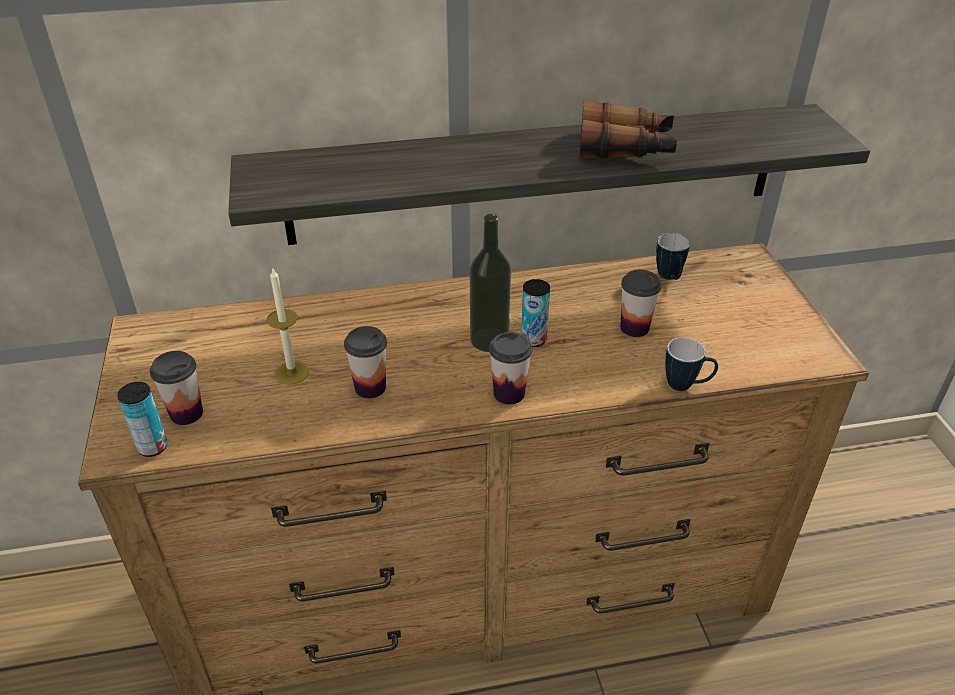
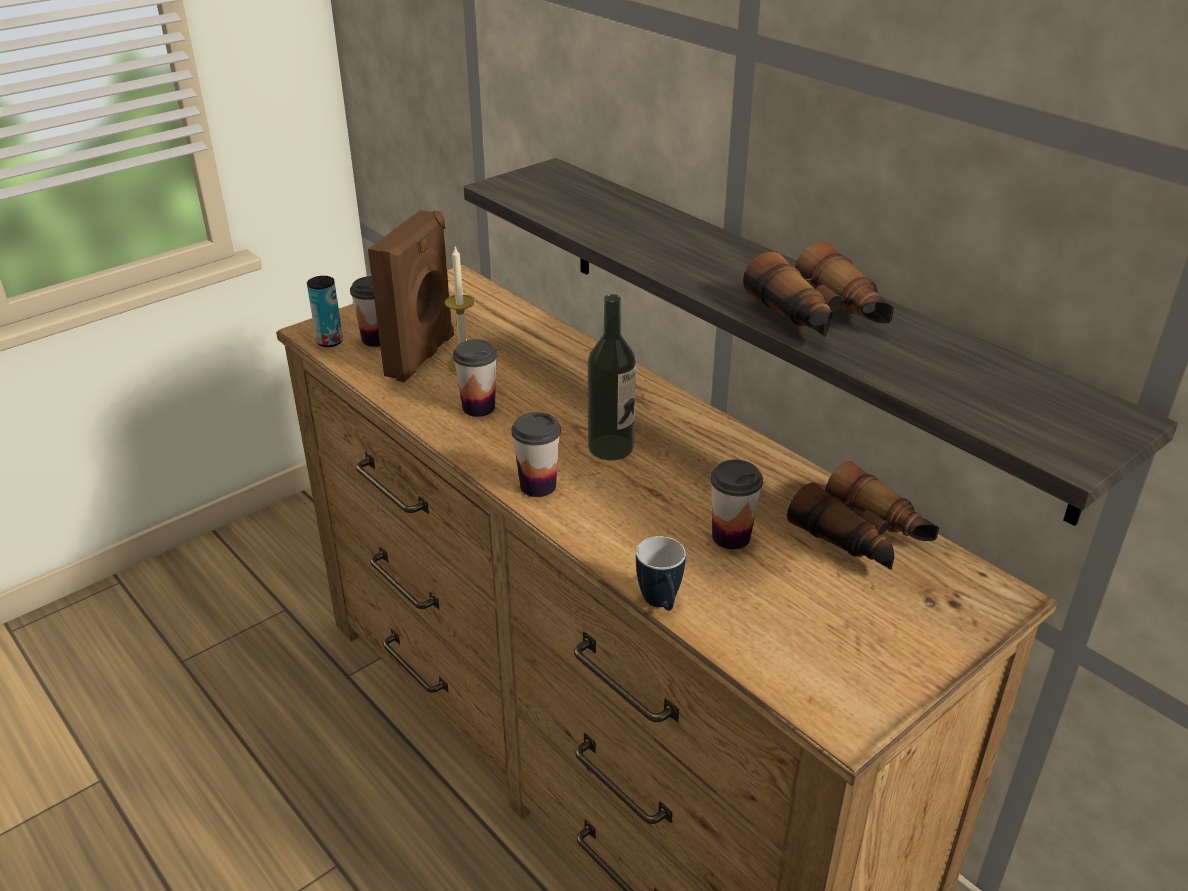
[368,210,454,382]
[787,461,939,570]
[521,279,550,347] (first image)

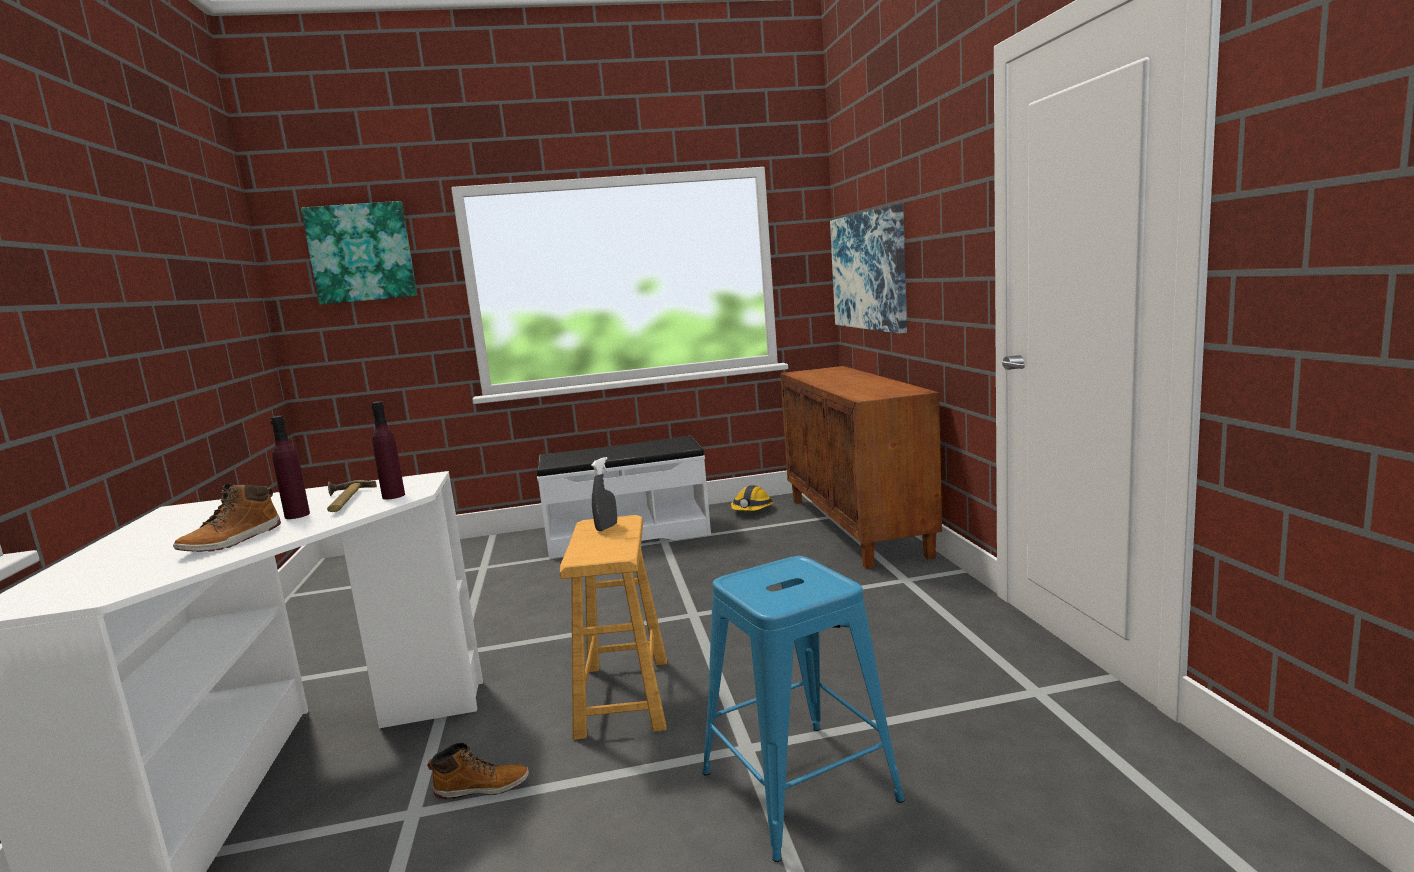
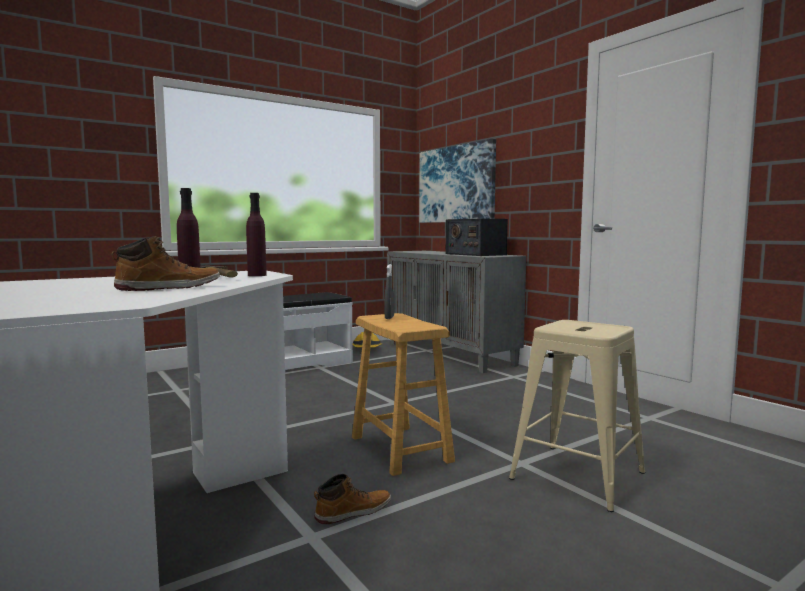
[112,236,220,291]
[387,251,526,373]
[446,219,508,256]
[509,320,645,512]
[301,201,417,304] (first image)

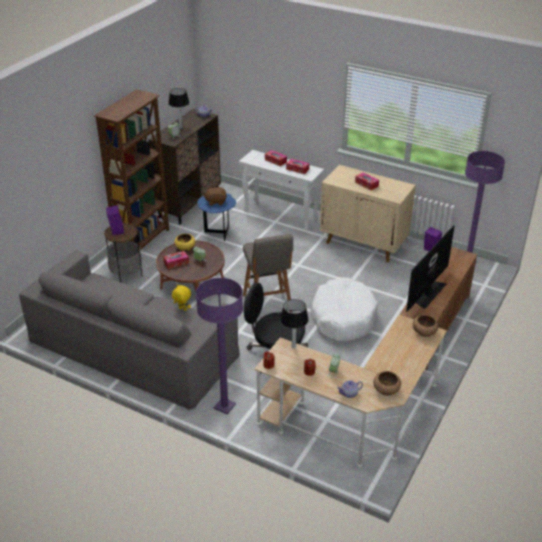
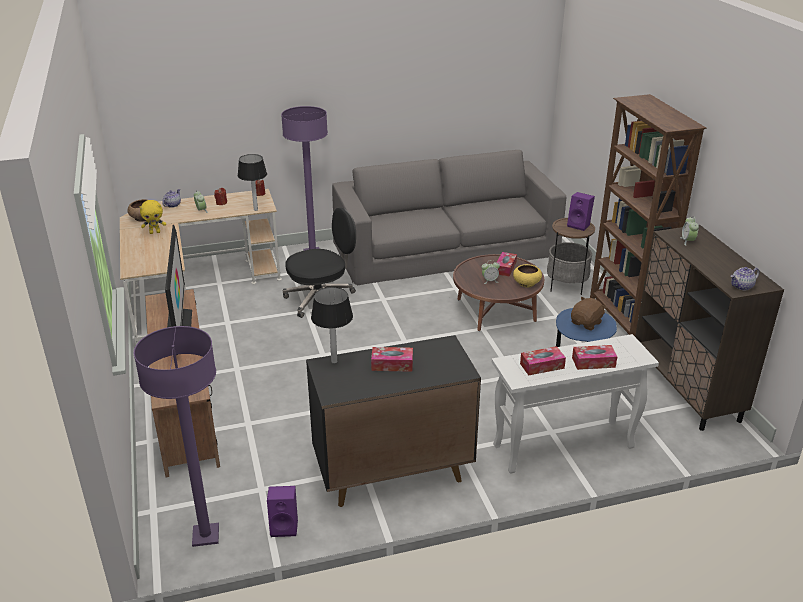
[140,200,166,234]
[306,335,481,507]
[311,287,353,364]
[243,234,293,312] (first image)
[311,277,378,342] (first image)
[413,315,438,337] (first image)

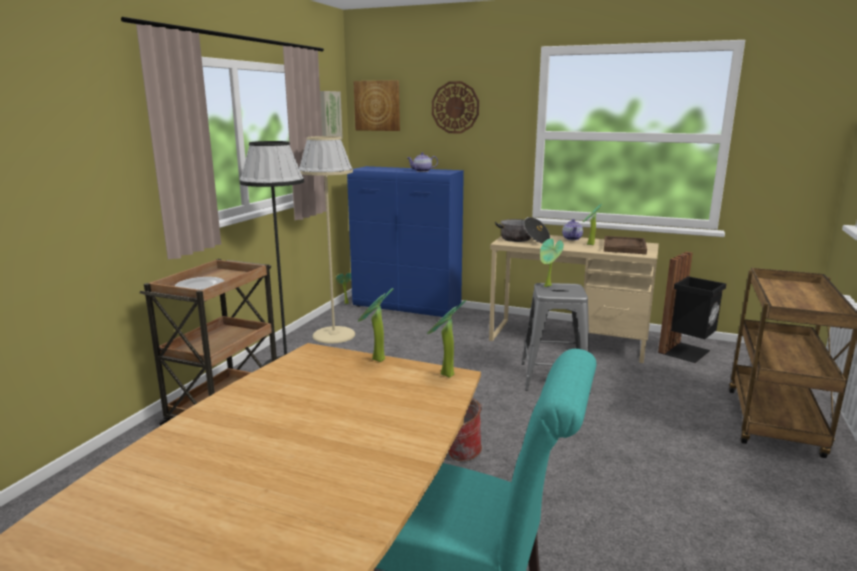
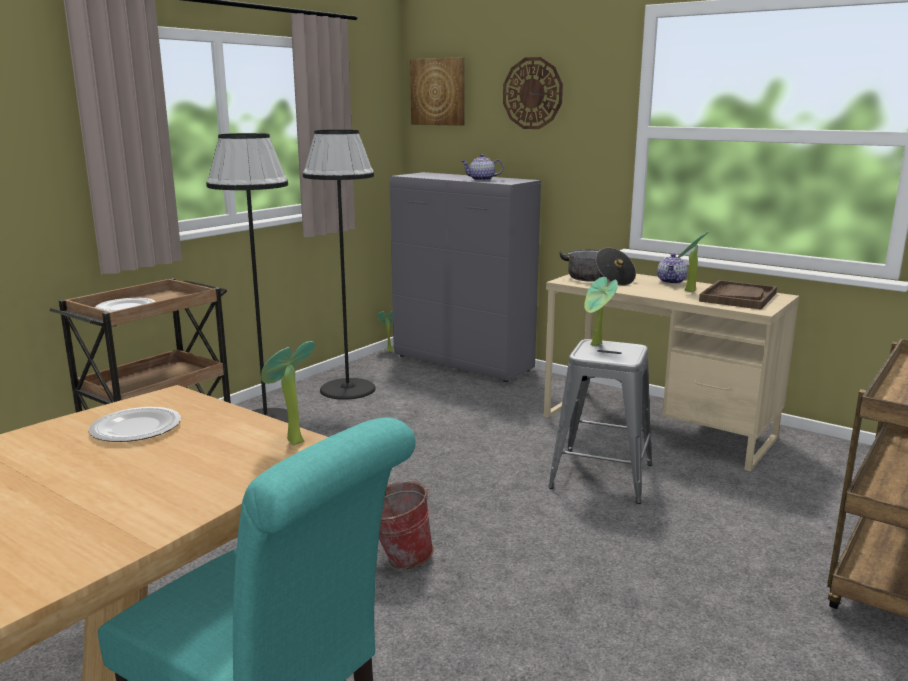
[88,407,181,442]
[303,130,376,400]
[390,172,541,382]
[320,91,343,139] (first image)
[358,288,393,362] (first image)
[658,252,726,363] (first image)

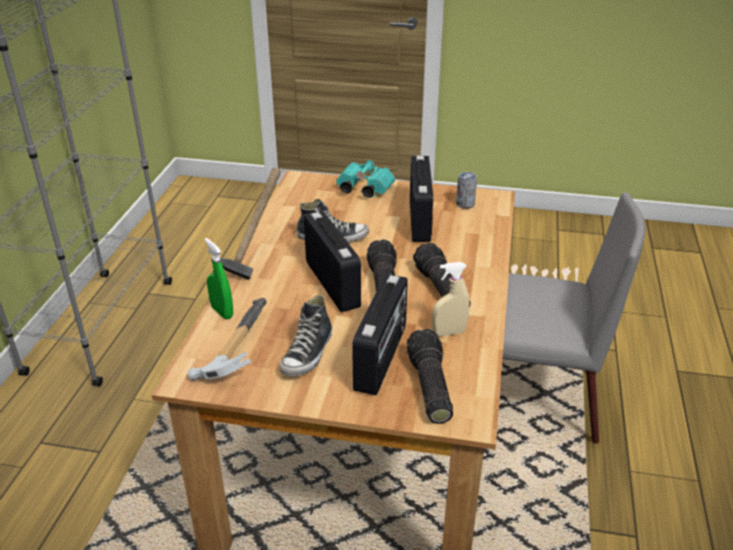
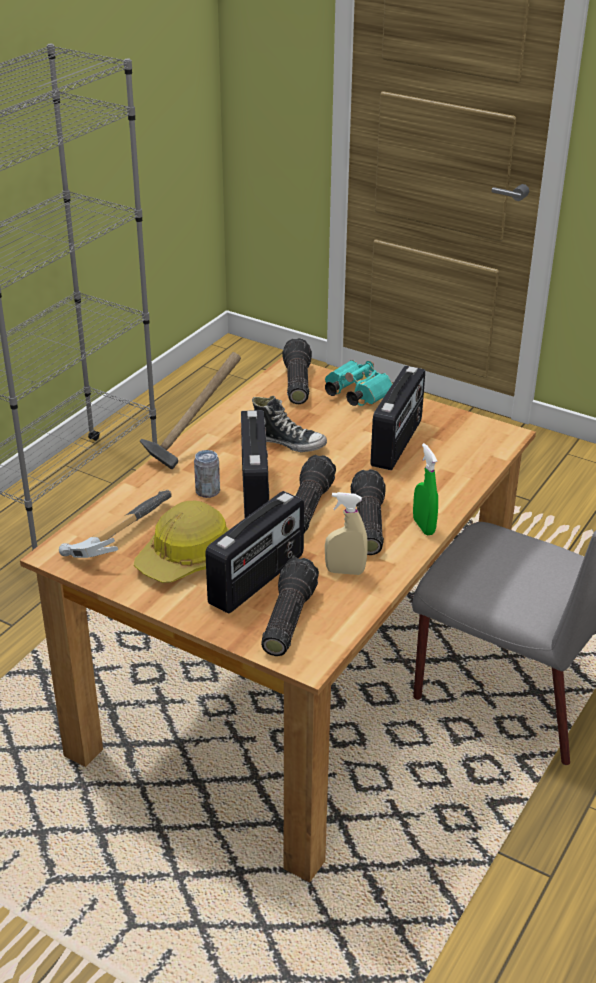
[134,501,229,583]
[194,450,220,498]
[282,338,312,404]
[413,443,438,535]

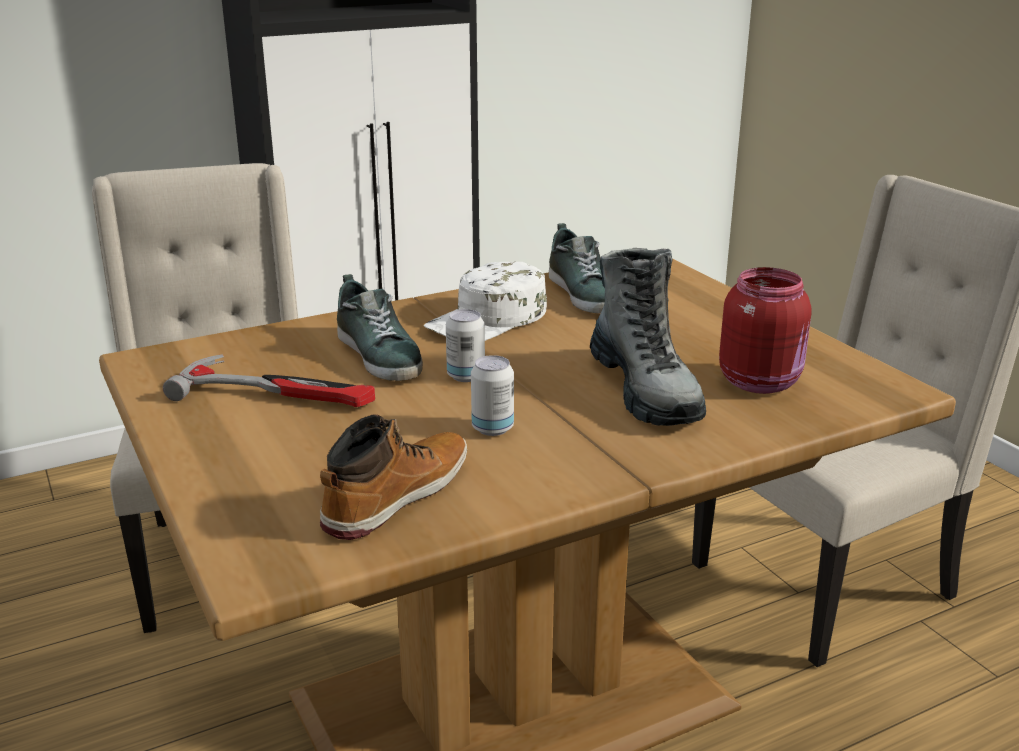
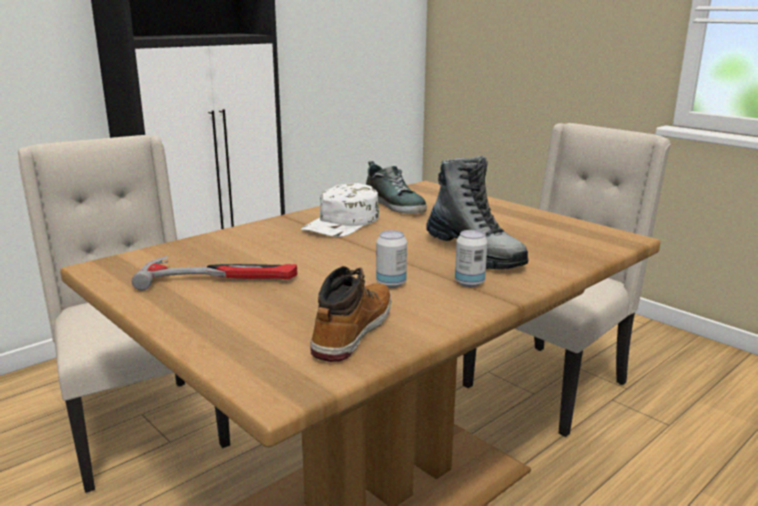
[455,230,487,287]
[337,274,423,381] (first image)
[719,267,812,394] (first image)

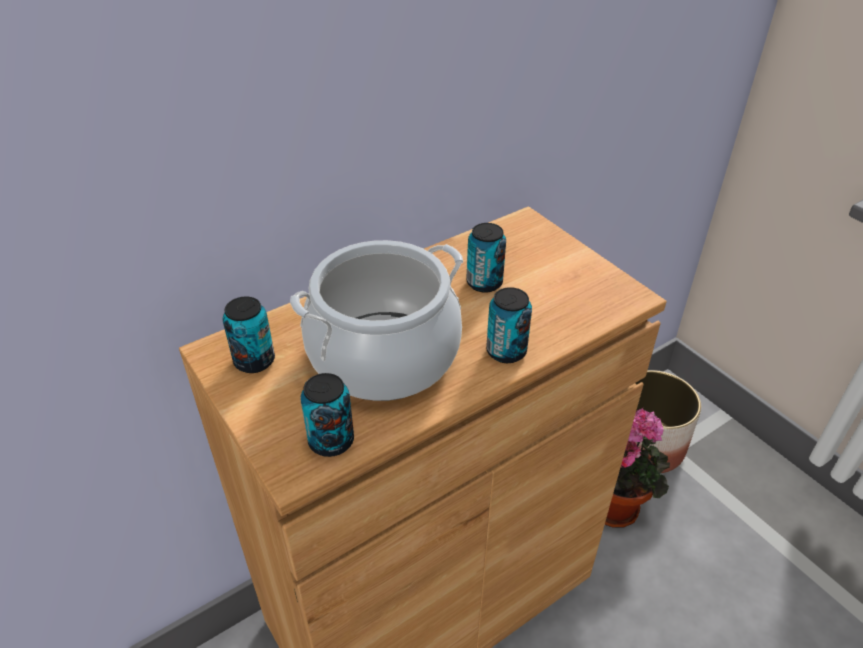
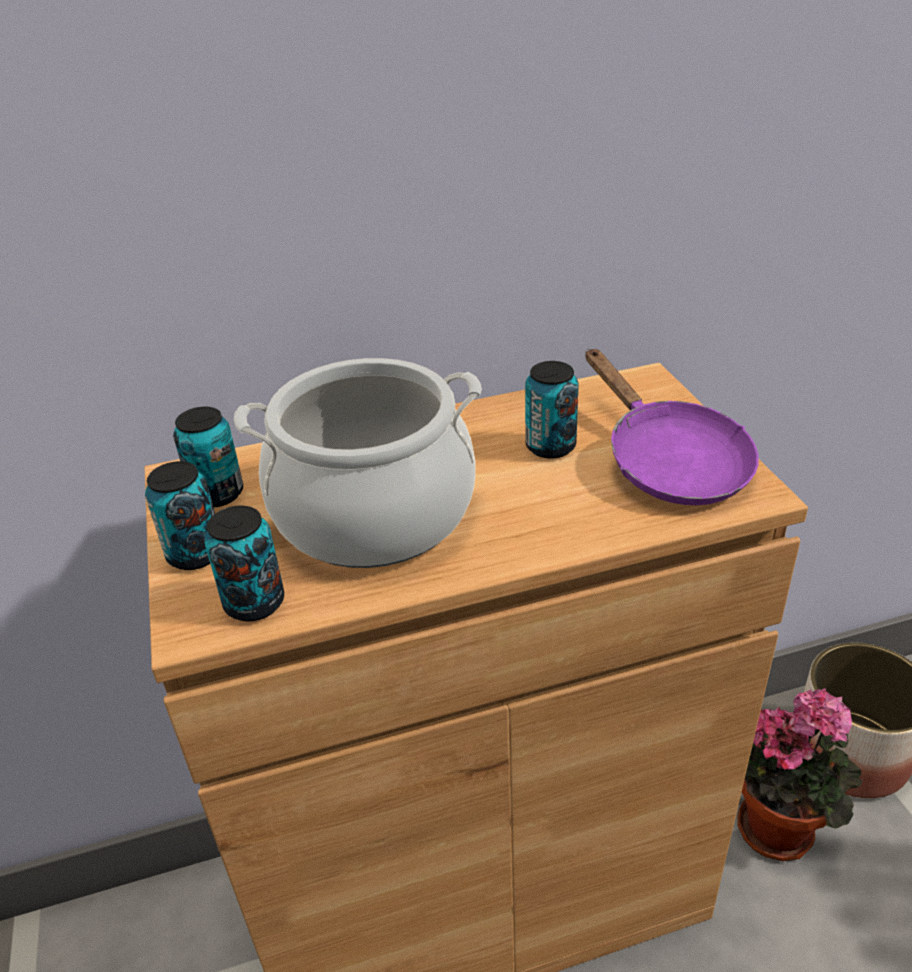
[145,461,215,570]
[585,348,759,505]

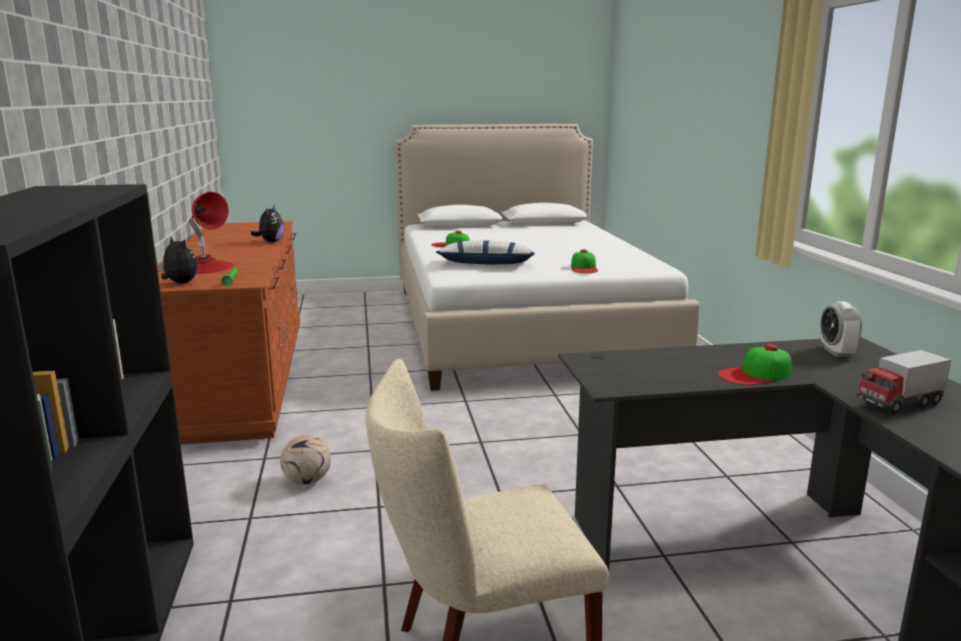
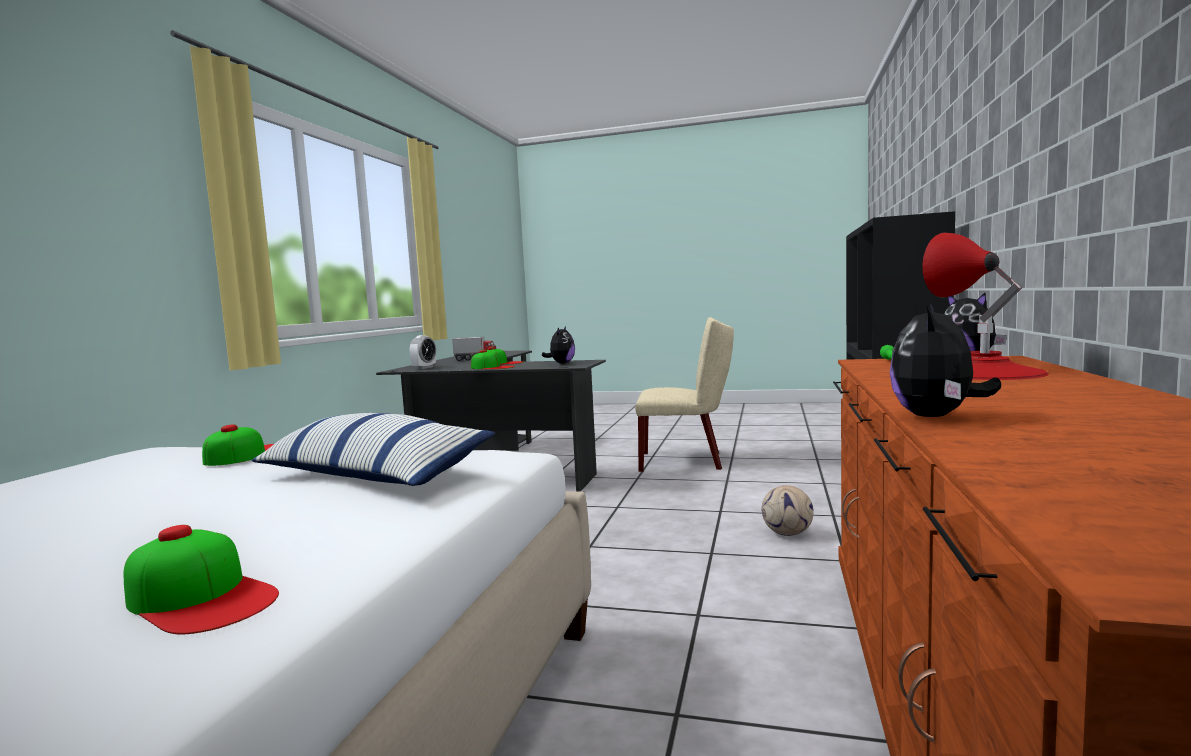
[471,350,515,369]
[542,326,575,364]

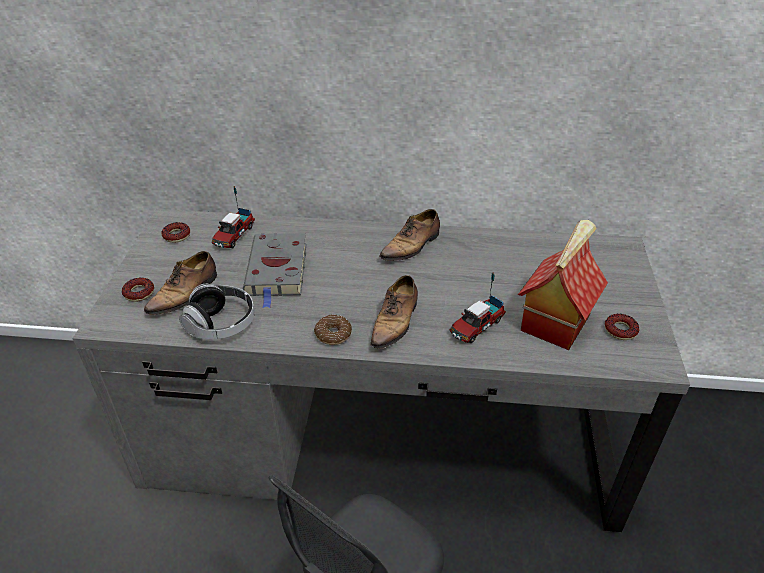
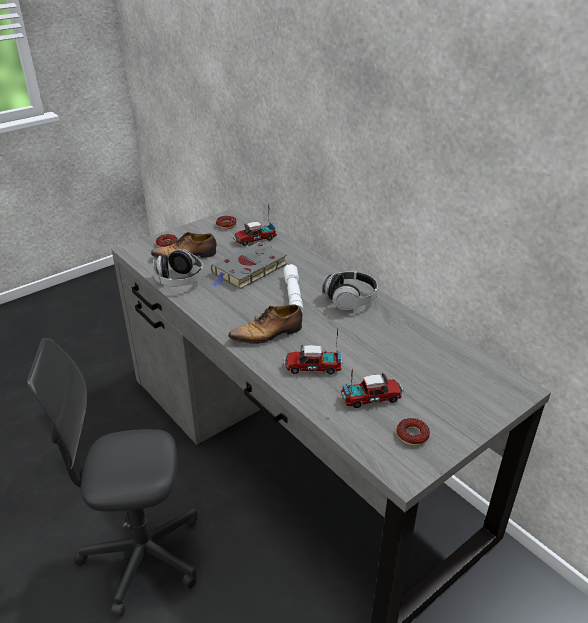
[283,264,303,313]
[322,271,378,311]
[341,369,404,408]
[314,314,352,345] (first image)

